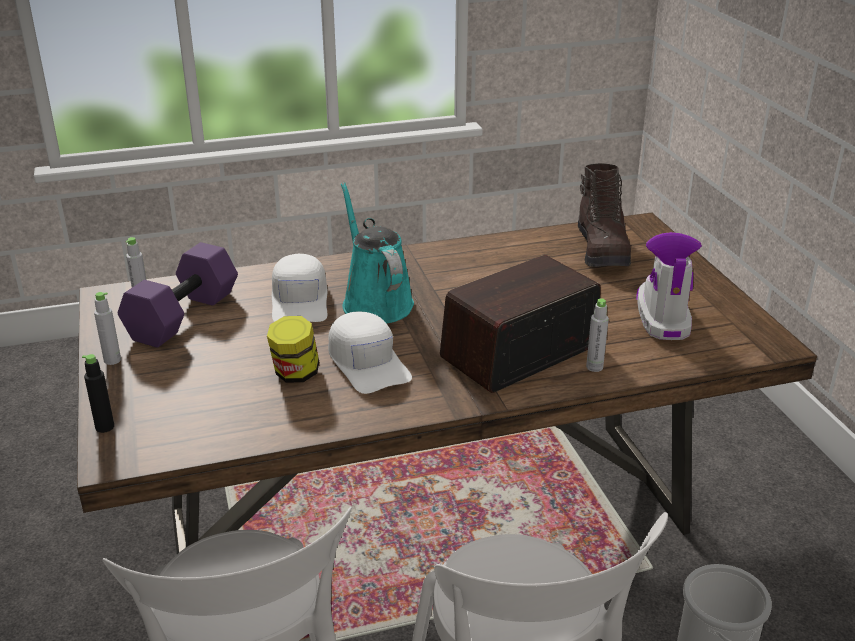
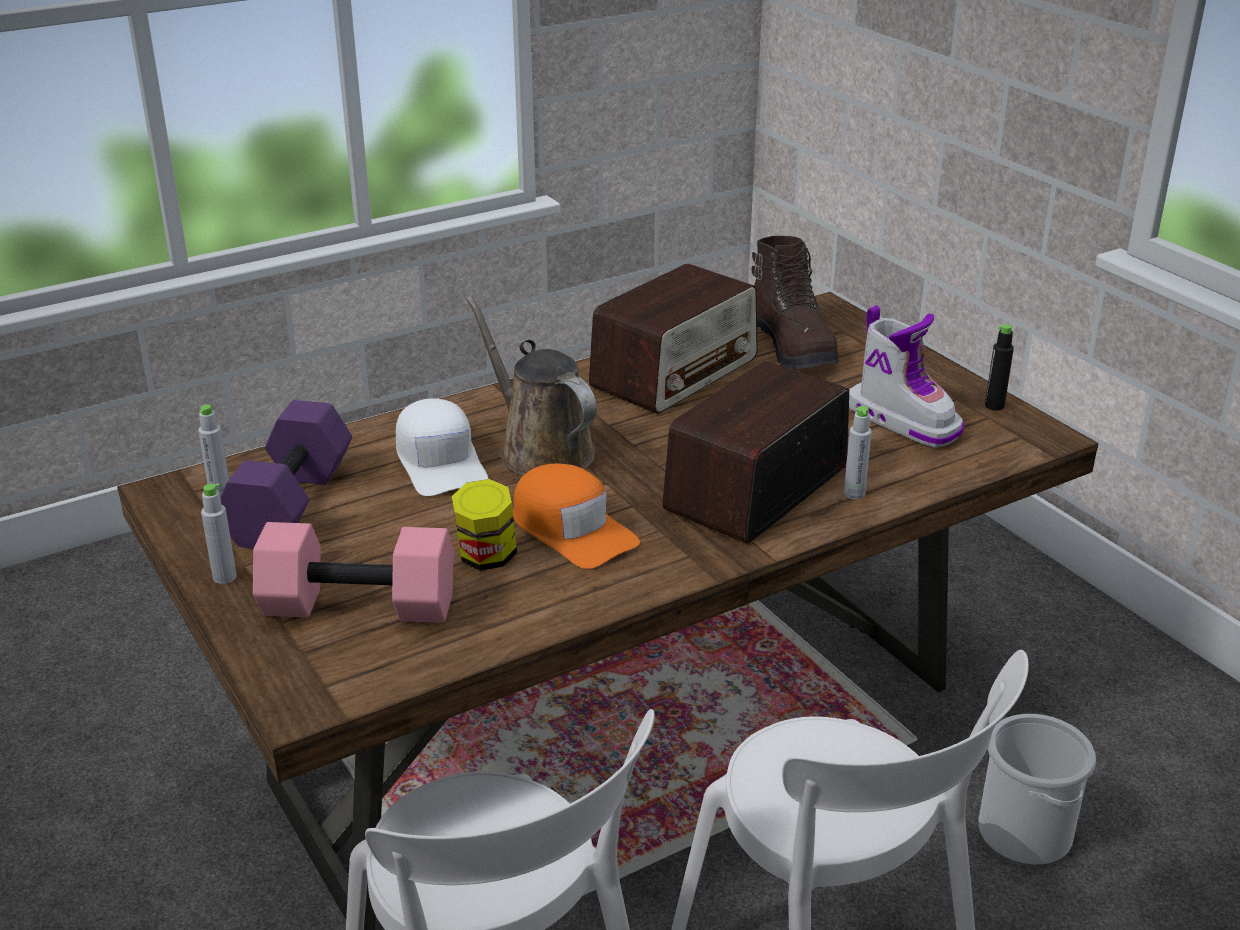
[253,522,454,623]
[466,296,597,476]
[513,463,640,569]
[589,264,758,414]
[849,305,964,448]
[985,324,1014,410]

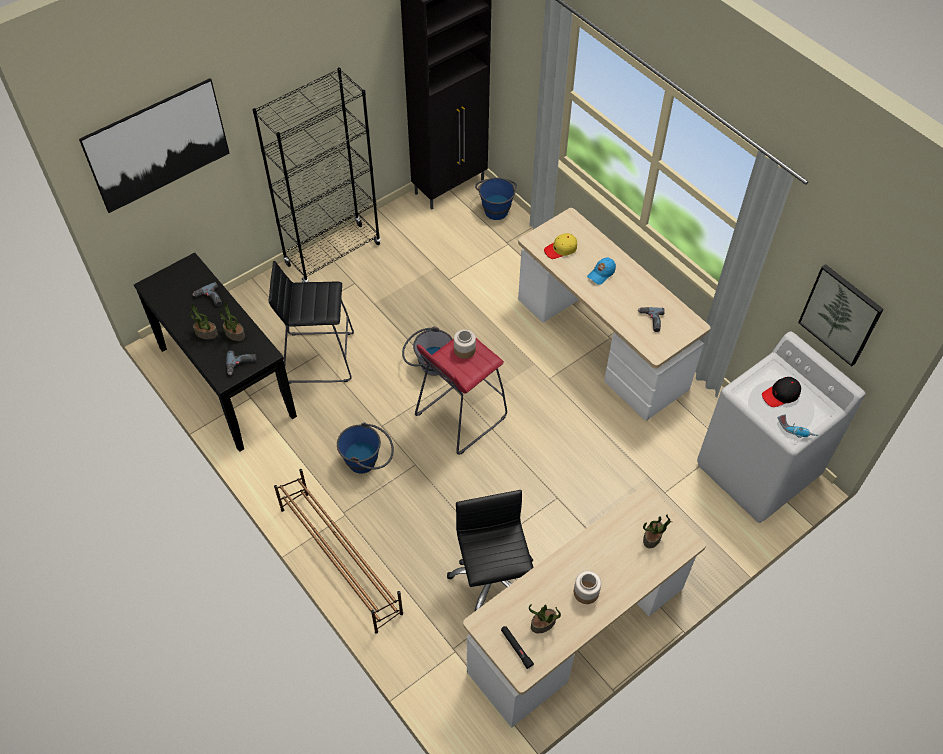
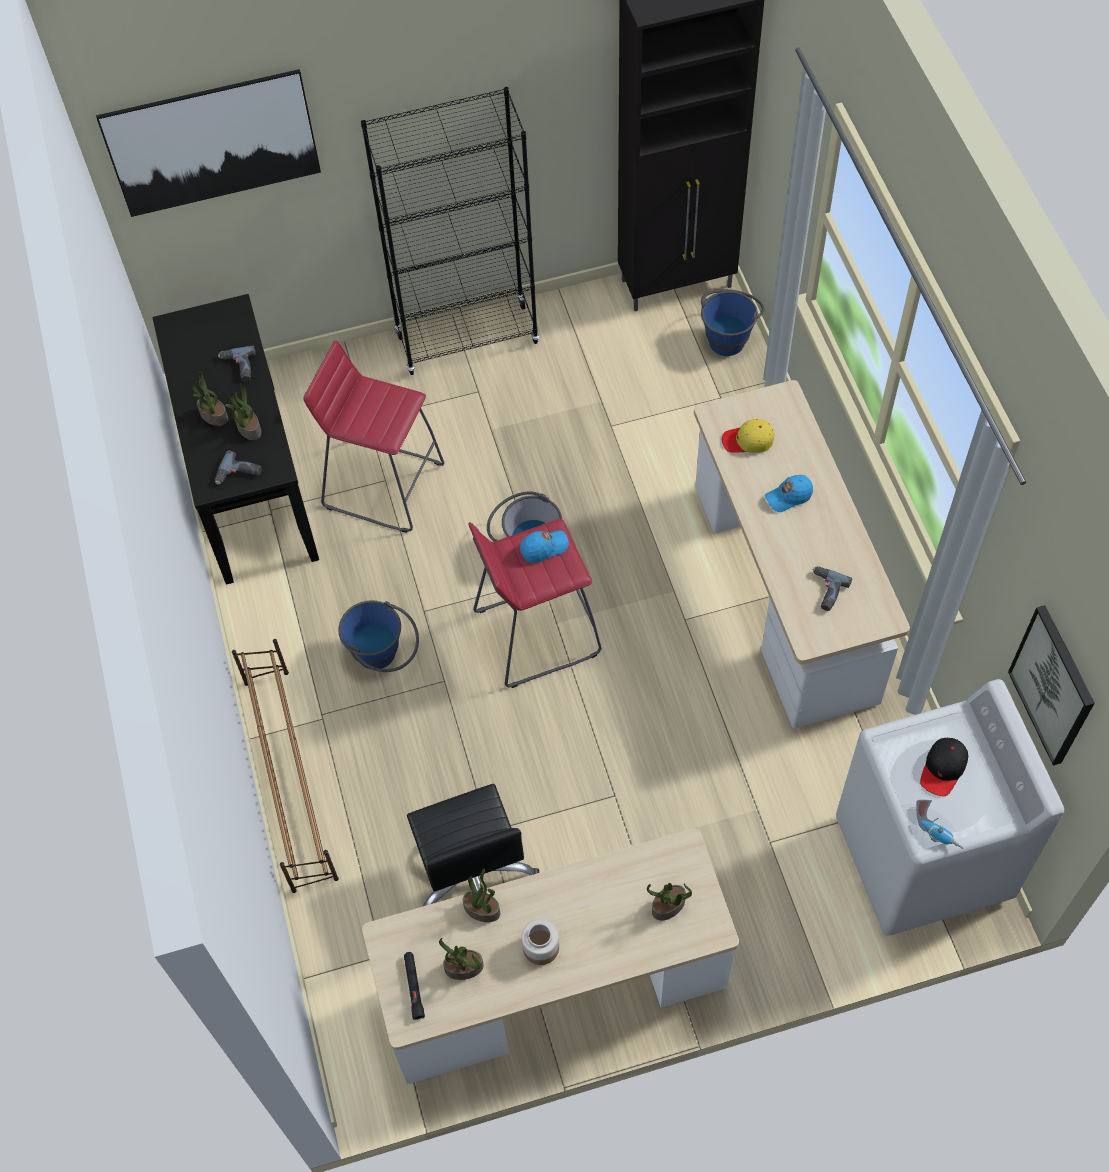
[303,340,444,533]
[407,784,539,906]
[463,869,500,922]
[520,530,569,563]
[920,738,968,796]

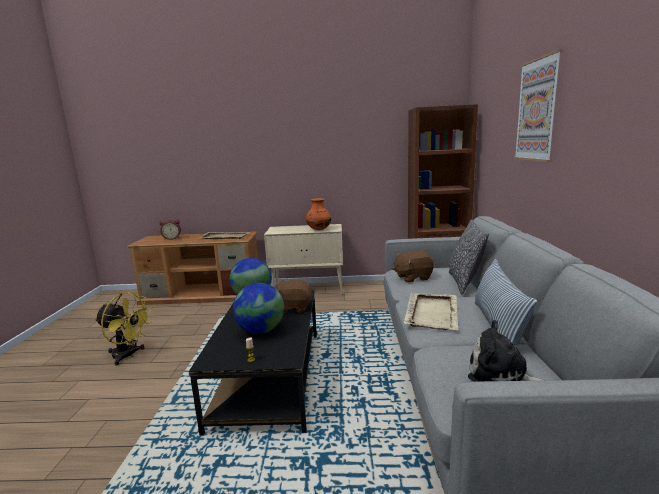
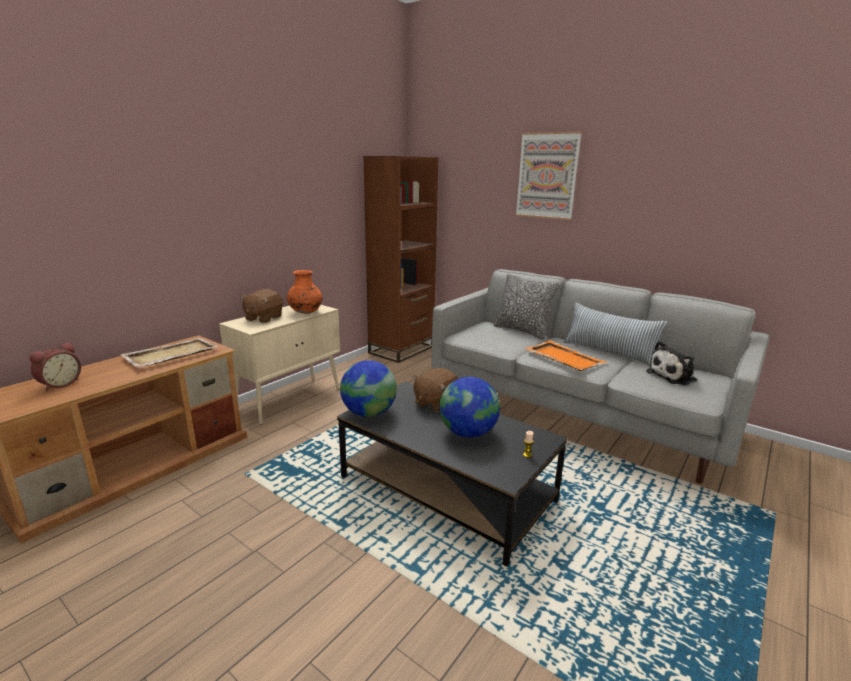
[241,289,283,323]
[524,341,607,371]
[95,293,152,365] (first image)

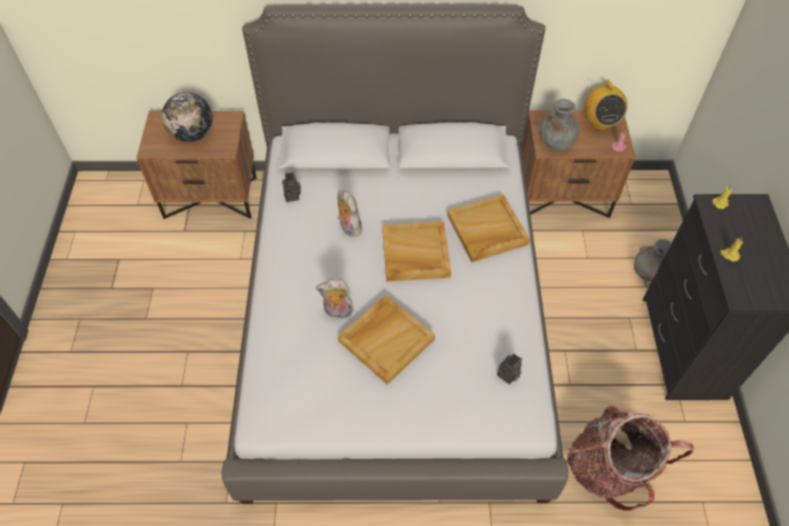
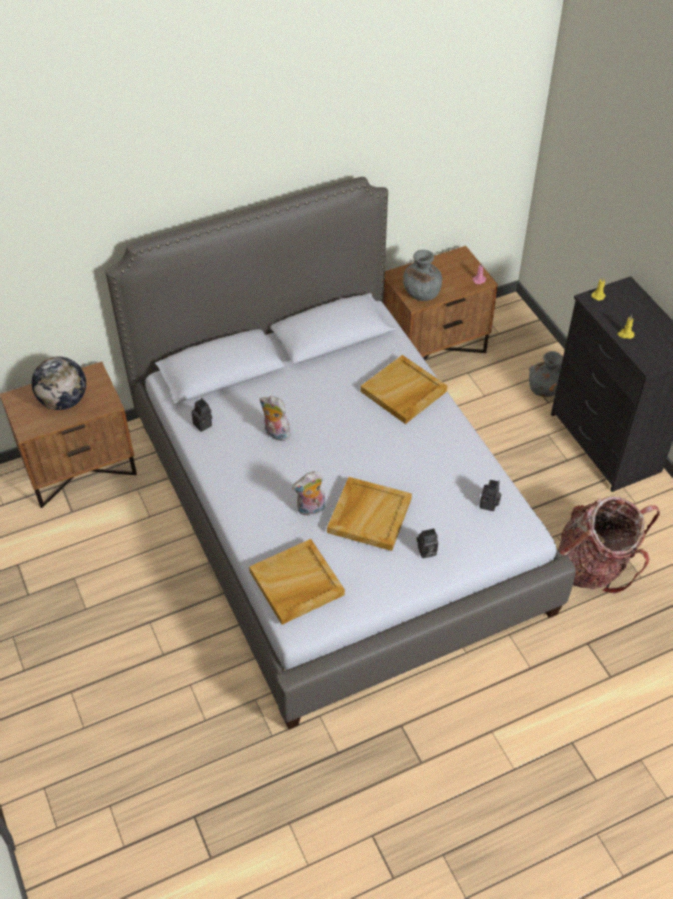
[249,539,345,625]
[416,528,438,558]
[584,80,628,130] (first image)

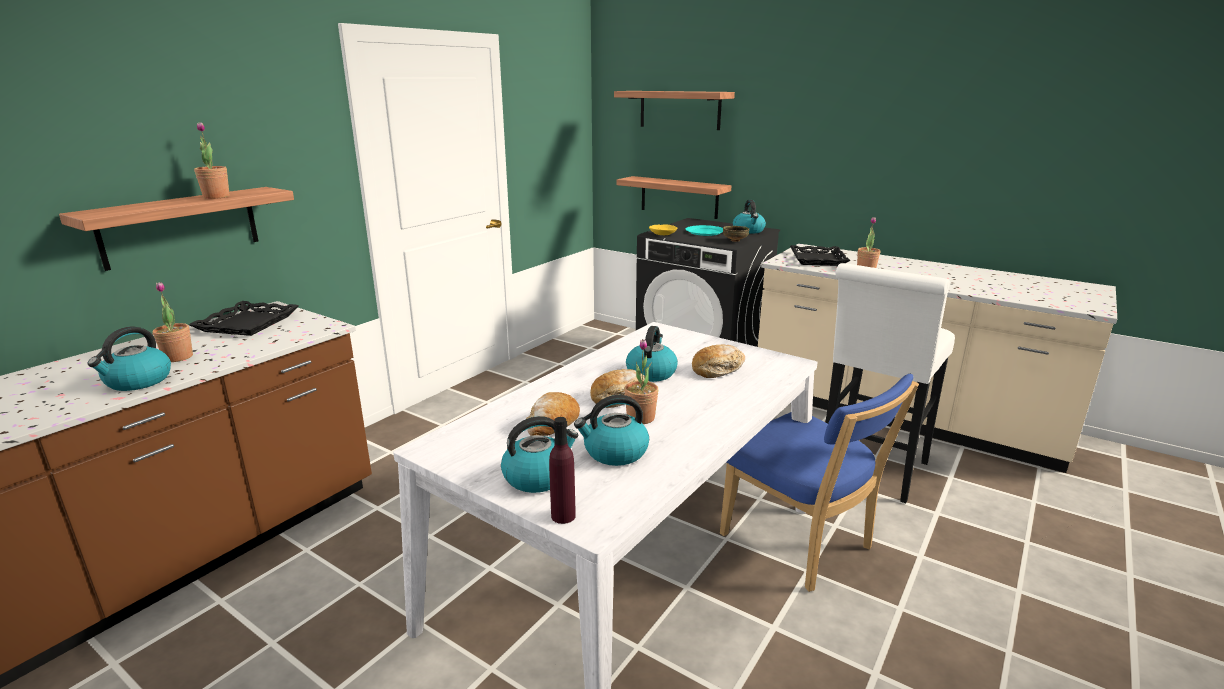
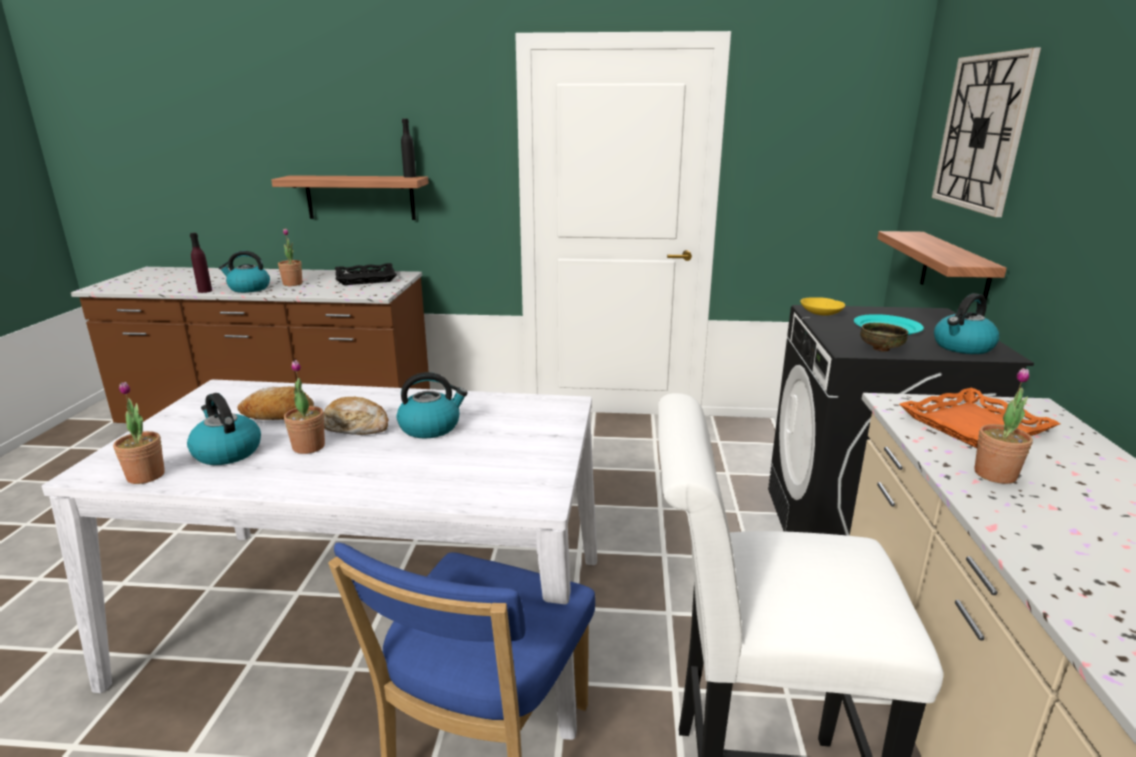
[113,382,165,484]
[190,233,212,293]
[401,119,416,178]
[899,388,1060,448]
[932,48,1041,217]
[501,416,578,493] (first image)
[692,344,745,378] (first image)

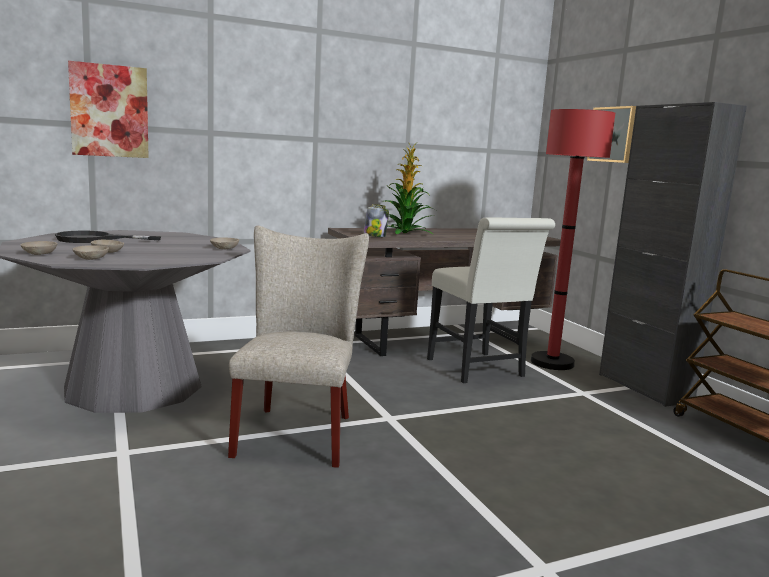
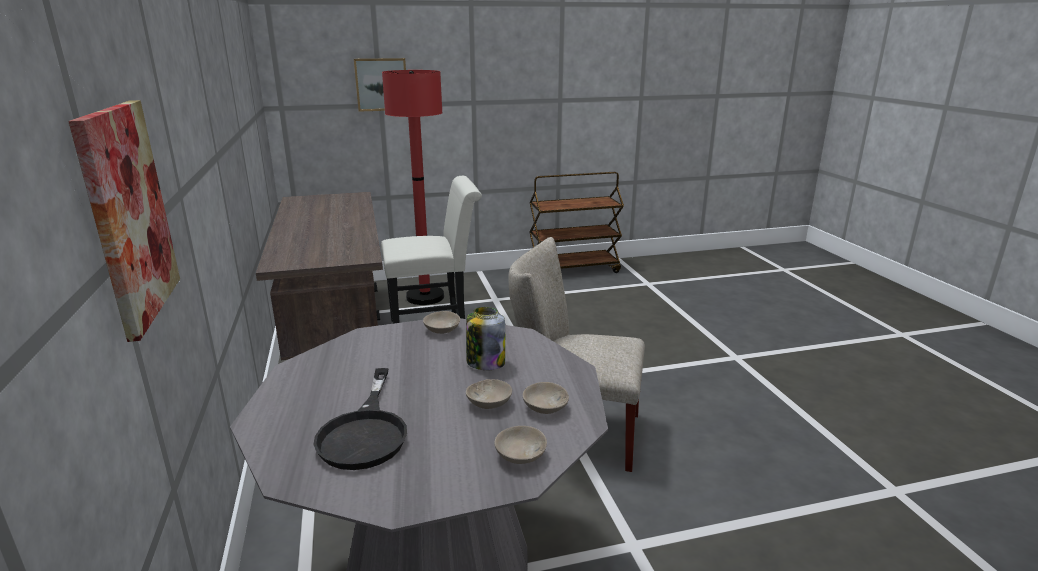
[466,307,505,370]
[385,142,436,234] (first image)
[599,102,747,407] (first image)

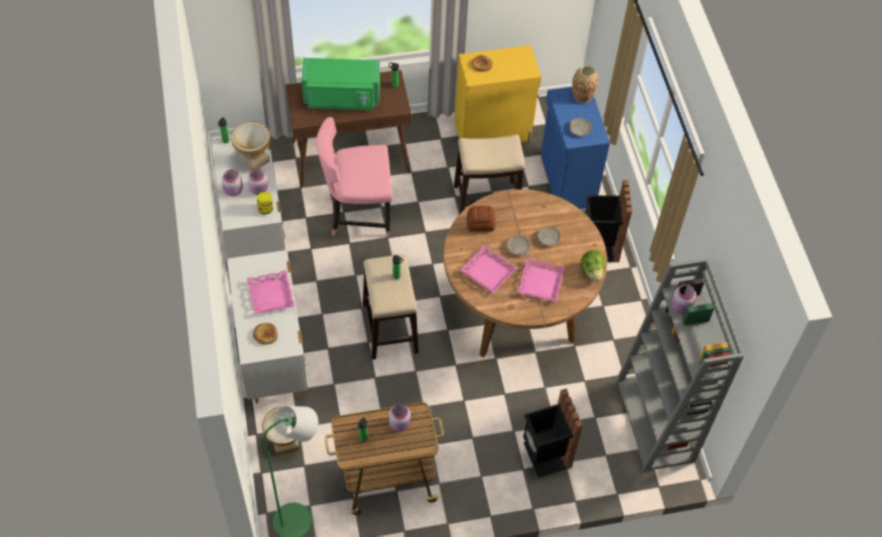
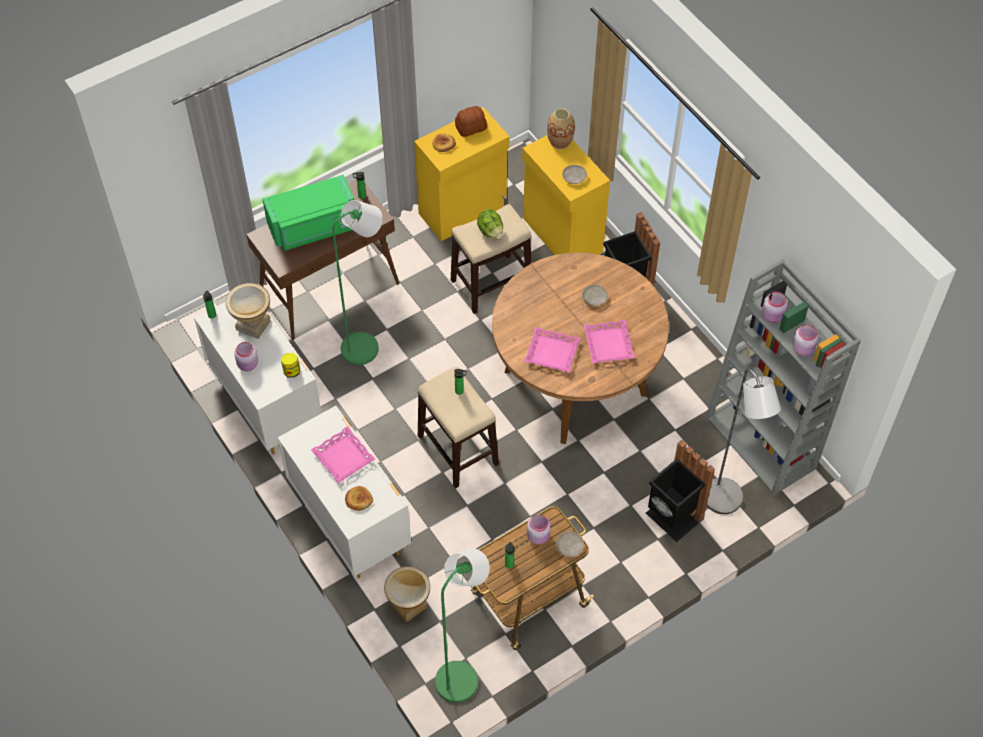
[332,200,383,365]
[455,106,487,137]
[477,209,503,239]
[522,135,610,255]
[556,531,584,557]
[707,368,781,514]
[792,324,819,356]

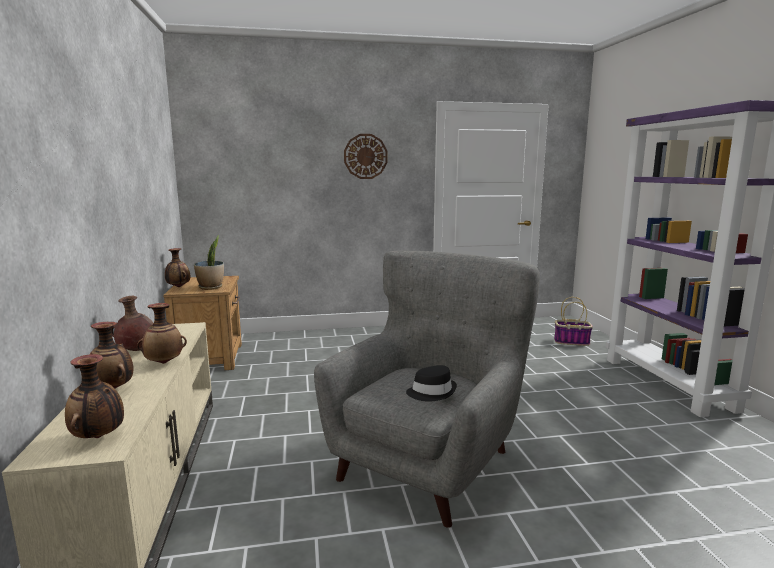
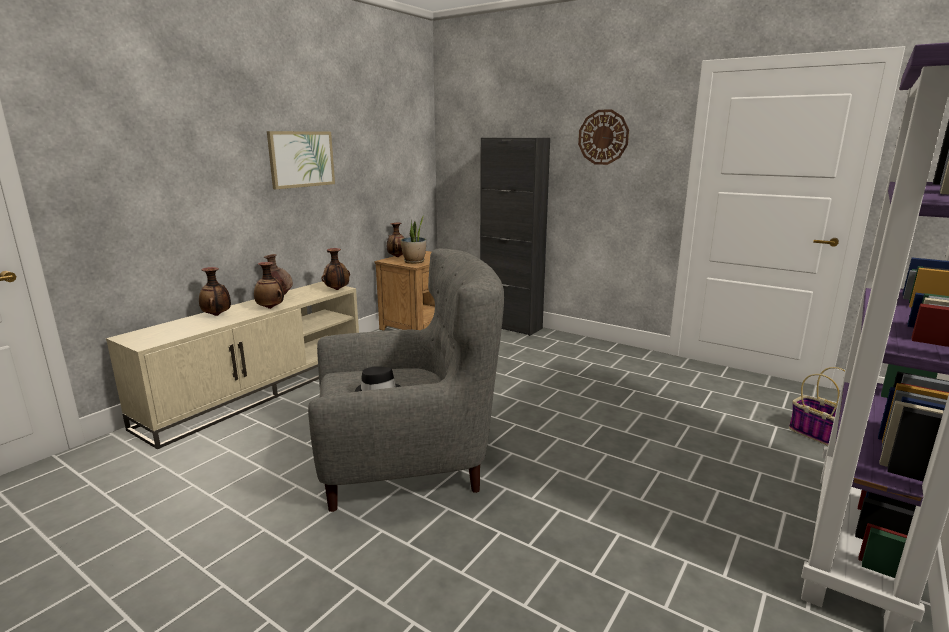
[267,131,335,189]
[321,248,350,290]
[480,138,550,336]

